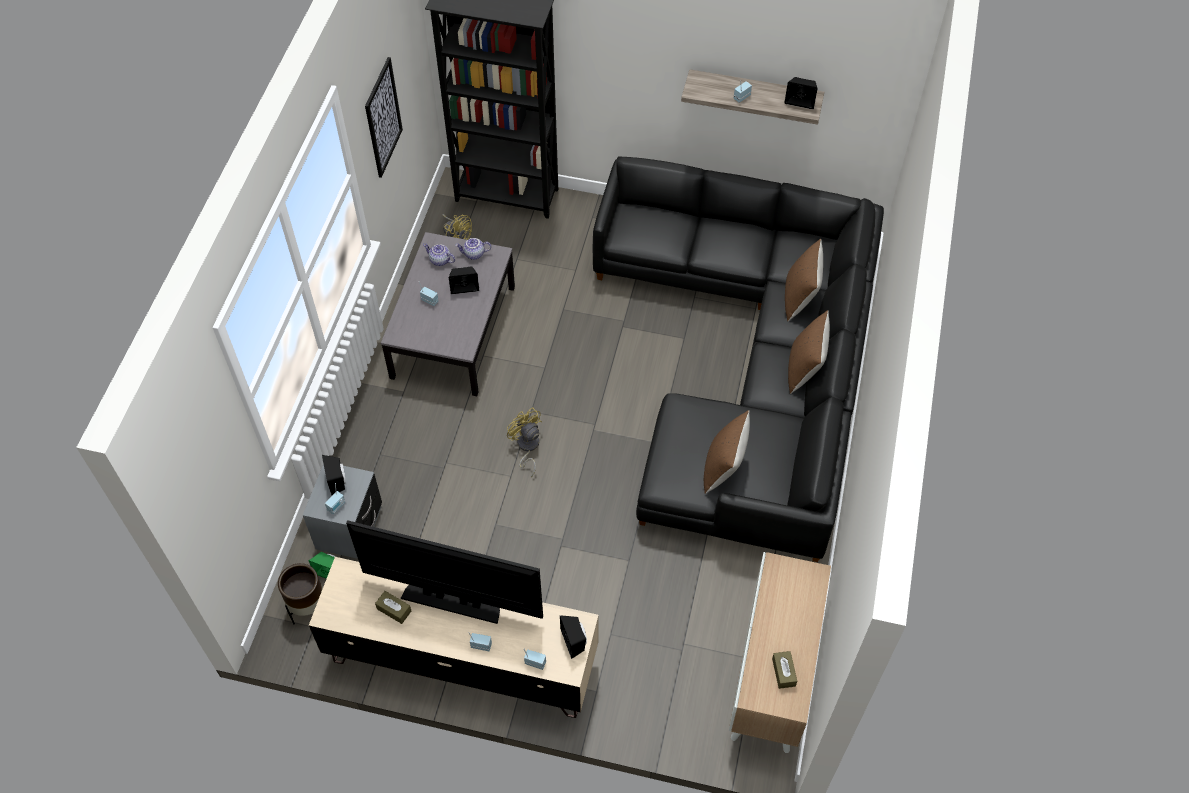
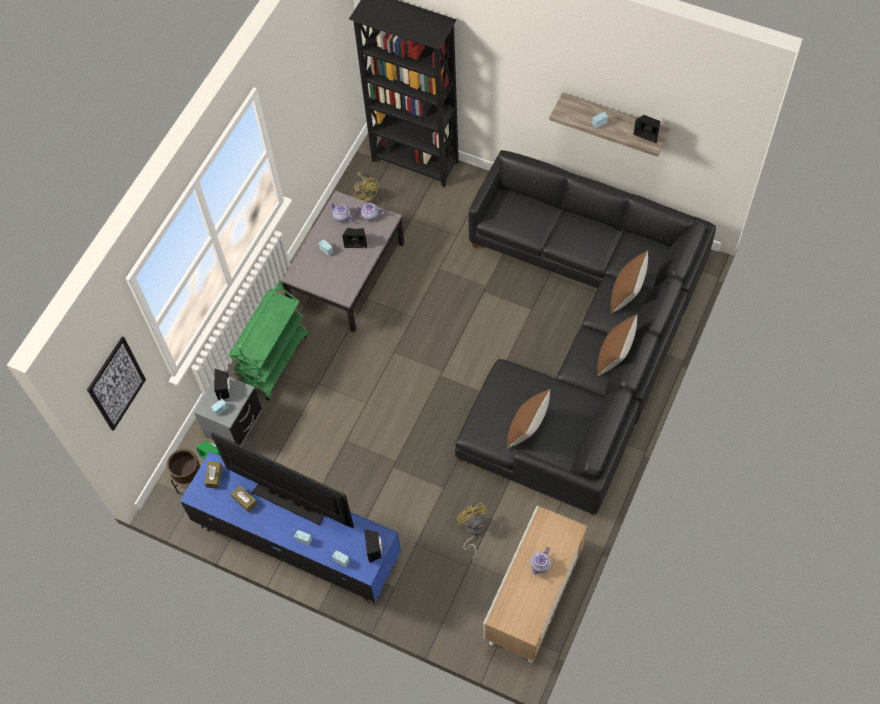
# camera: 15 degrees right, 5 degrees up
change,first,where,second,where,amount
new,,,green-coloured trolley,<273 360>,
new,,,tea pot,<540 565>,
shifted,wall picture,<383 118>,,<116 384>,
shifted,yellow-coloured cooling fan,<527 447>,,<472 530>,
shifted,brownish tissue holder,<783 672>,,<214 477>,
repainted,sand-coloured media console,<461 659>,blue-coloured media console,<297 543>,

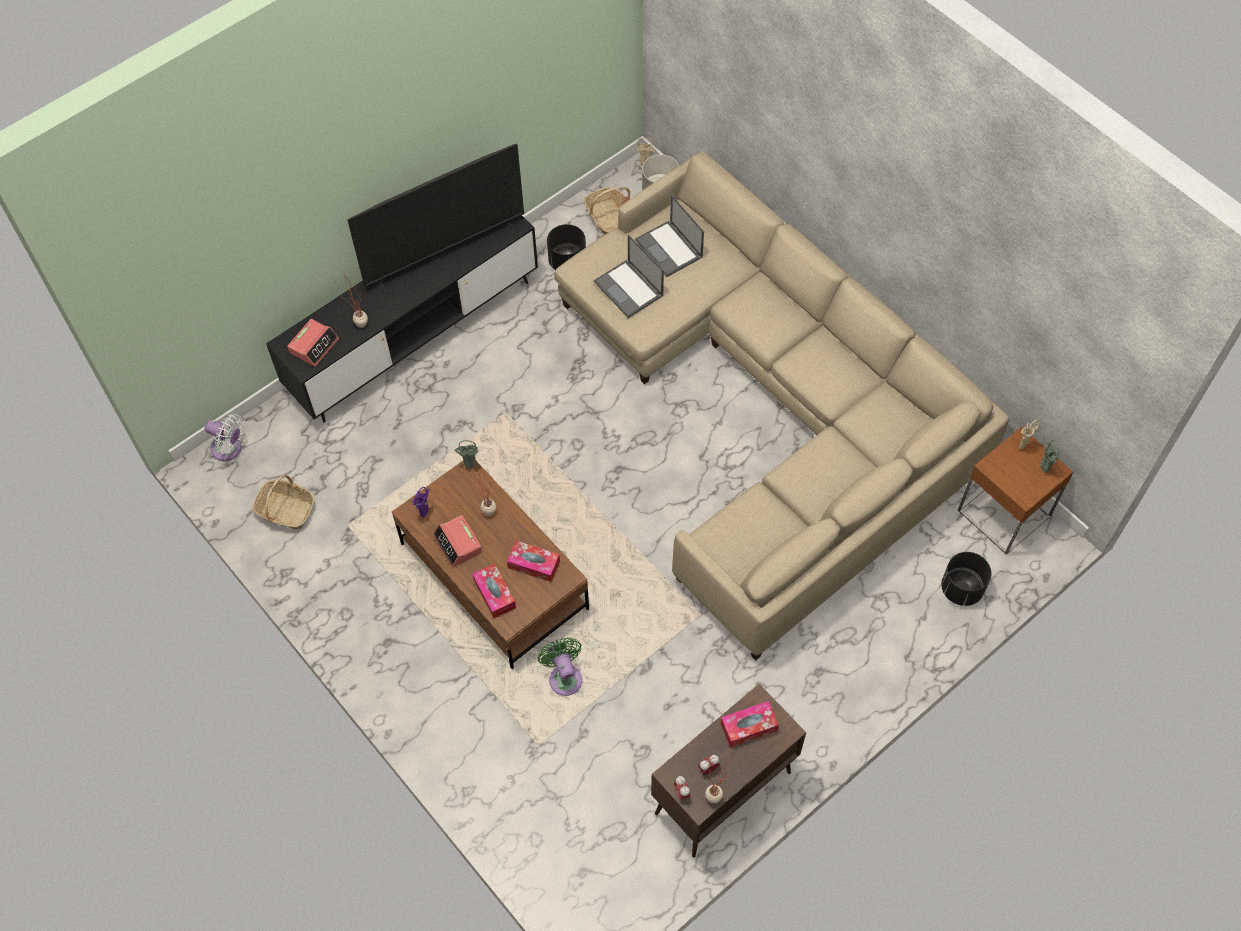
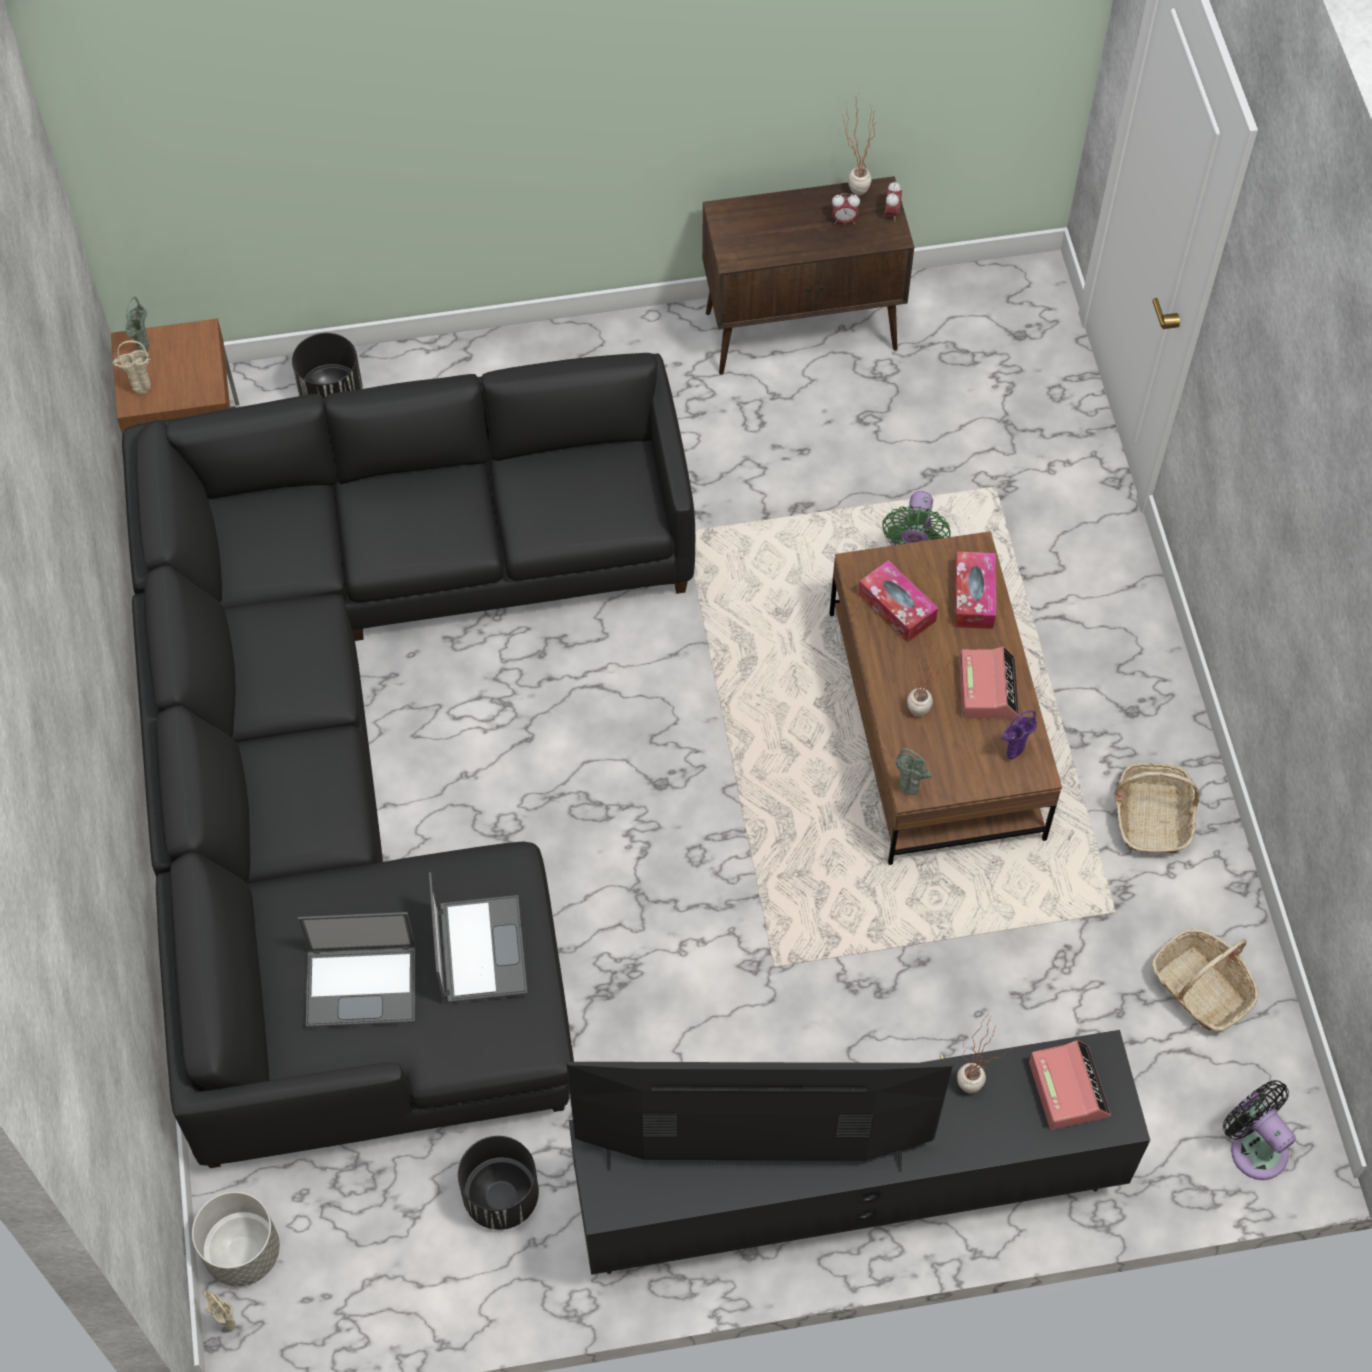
# camera: 150 degrees left, 0 degrees up
change,first,where,second,where,amount
gone,tissue holder,<748 727>,,,
shifted,storage basket,<609 217>,,<1152 817>,
repainted,white cooling fan,<229 449>,black cooling fan,<1254 1147>,
repainted,sand-coloured sofa,<771 408>,black sofa,<373 756>,
rotated,table clock,<314 346>,,<1068 1088>,105 degrees clockwise
rotated,portable computer,<669 249>,,<363 985>,90 degrees clockwise

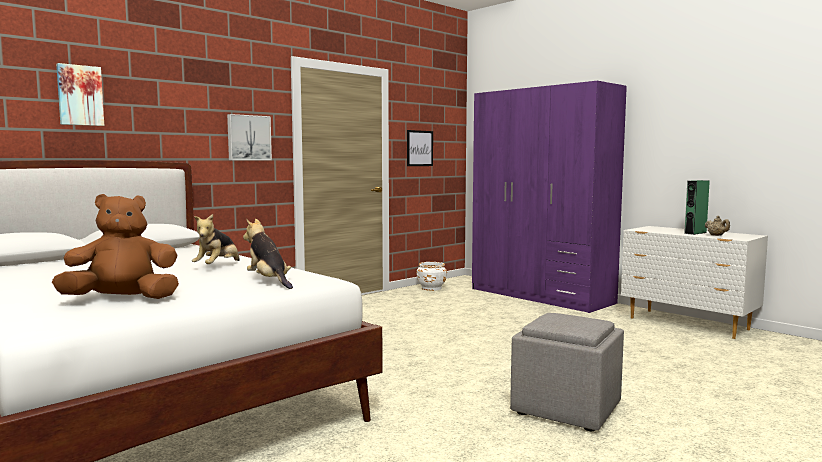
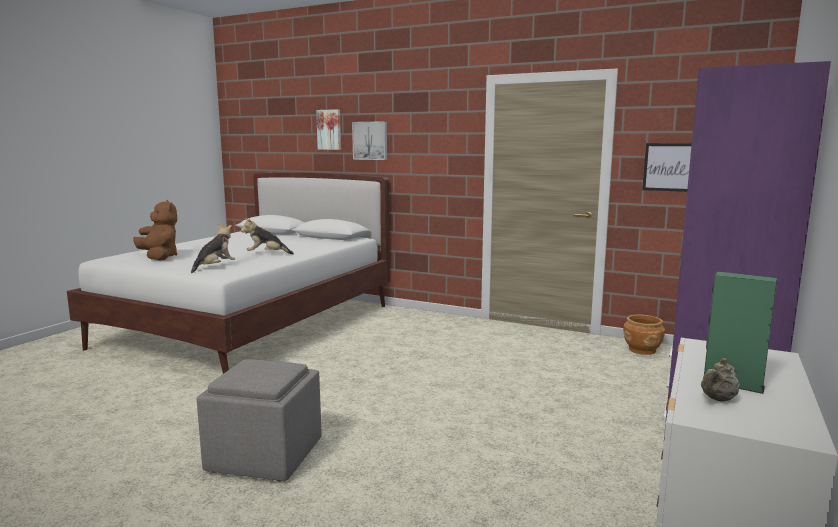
# camera: 70 degrees right, 5 degrees up
change,first,where,second,where,amount
shifted,wall picture,<248 138>,,<370 140>,
repainted,white plant pot,<431 288>,brownish plant pot,<642 350>,

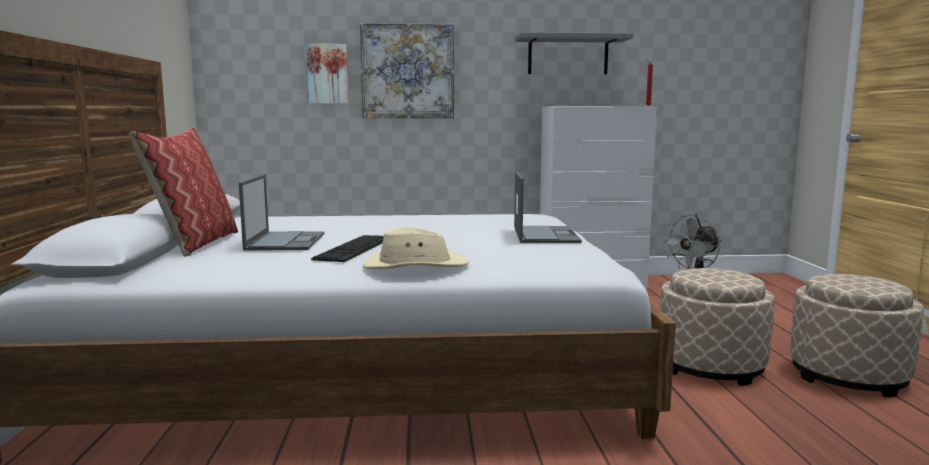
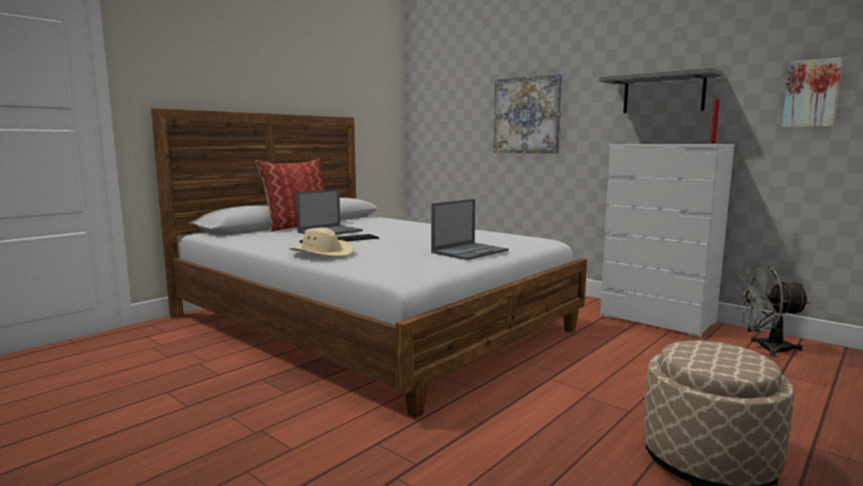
# camera: 45 degrees right, 0 degrees up
change,first,where,second,where,amount
gone,sand-coloured ottoman,<711 366>,,,
shifted,wall picture,<328 74>,,<811 93>,

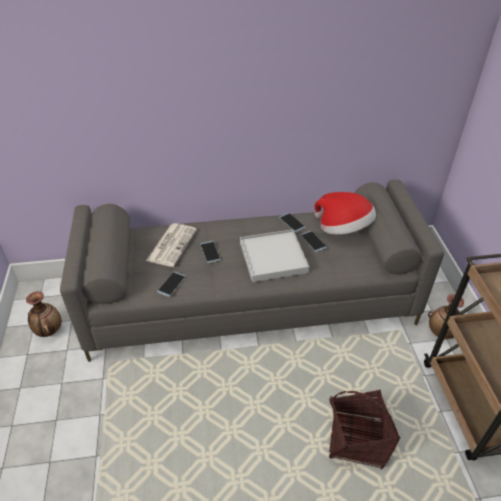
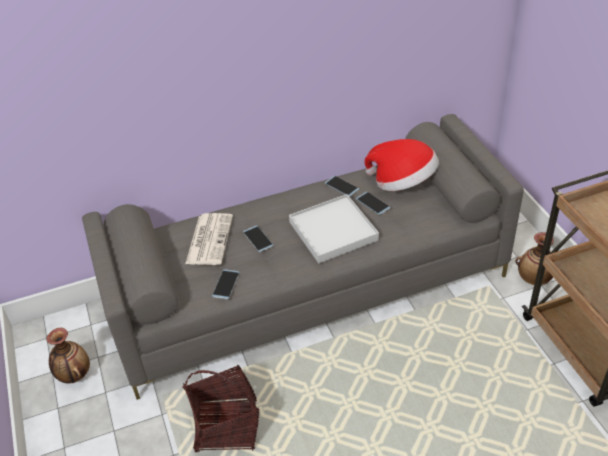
# camera: 10 degrees left, 0 degrees up
change,first,where,second,where,amount
shifted,storage basket,<357 440>,,<226 426>,

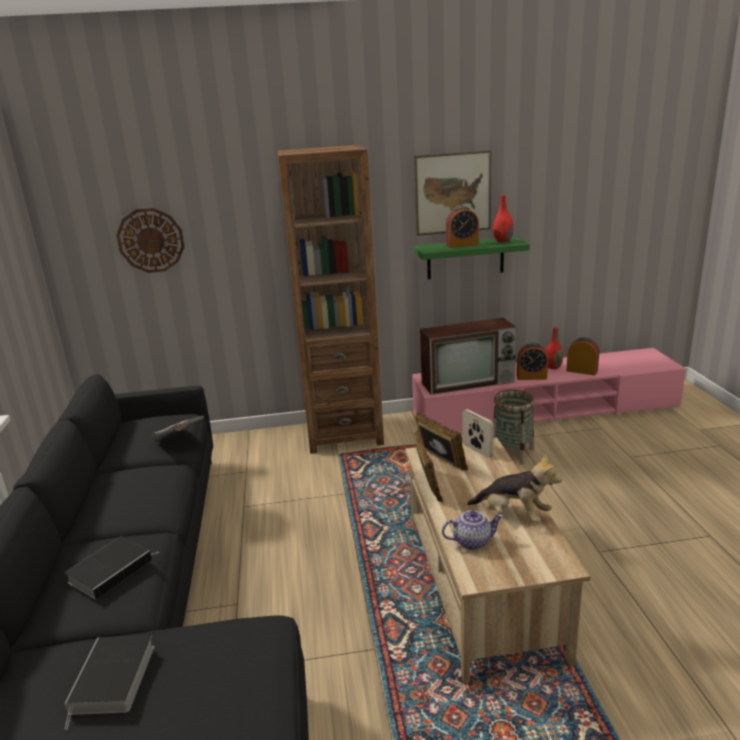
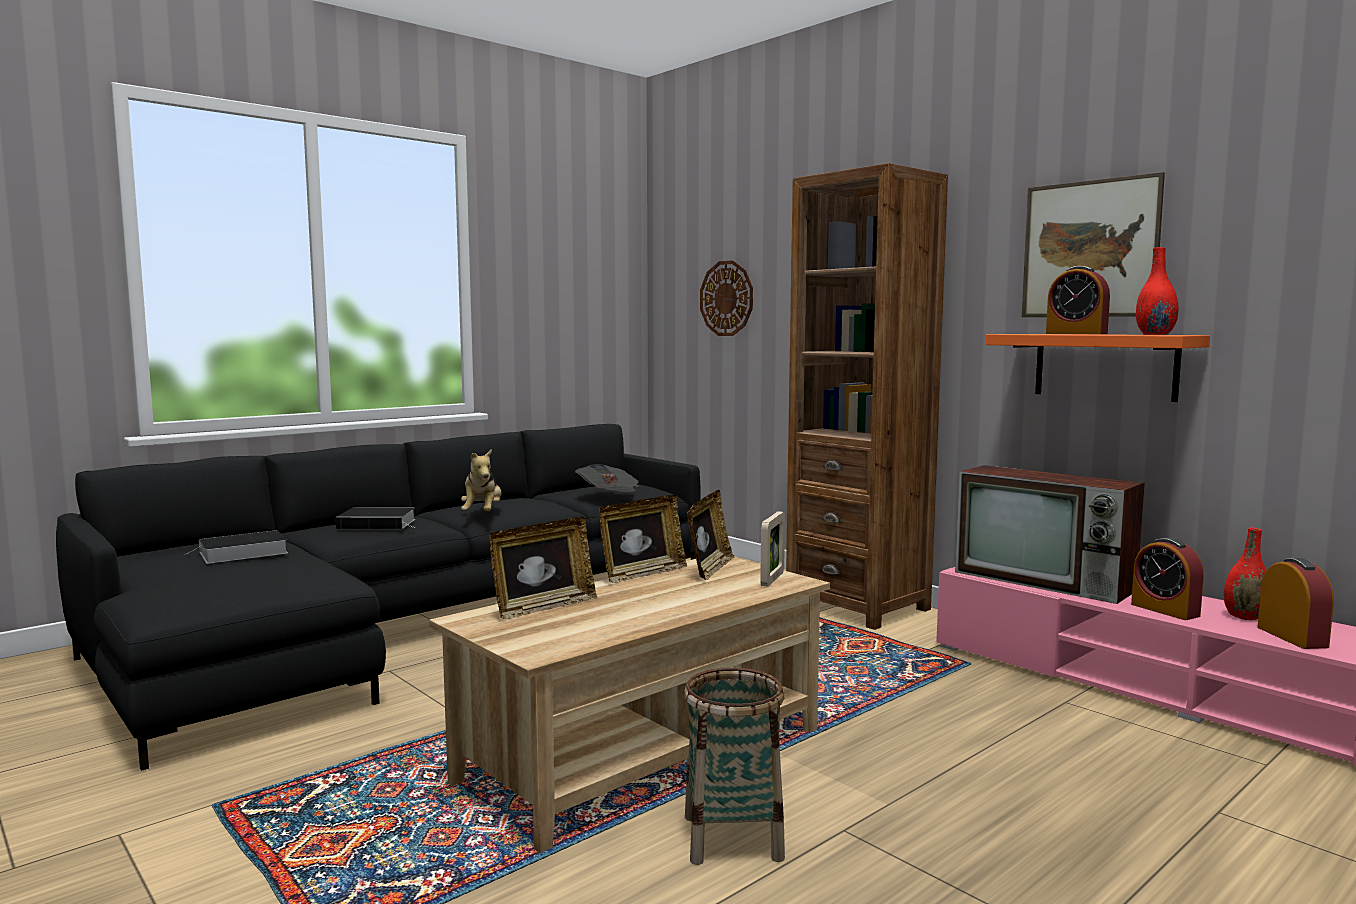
# camera: 55 degrees right, 15 degrees down
change,first,where,second,where,amount
shifted,plush toy,<513 515>,,<483 514>,
shifted,storage basket,<512 453>,,<733 837>,
swapped,tea pot,<472 541>,photo frame,<543 607>,
repainted,green-coloured shelf,<465 258>,orange-coloured shelf,<1105 366>,

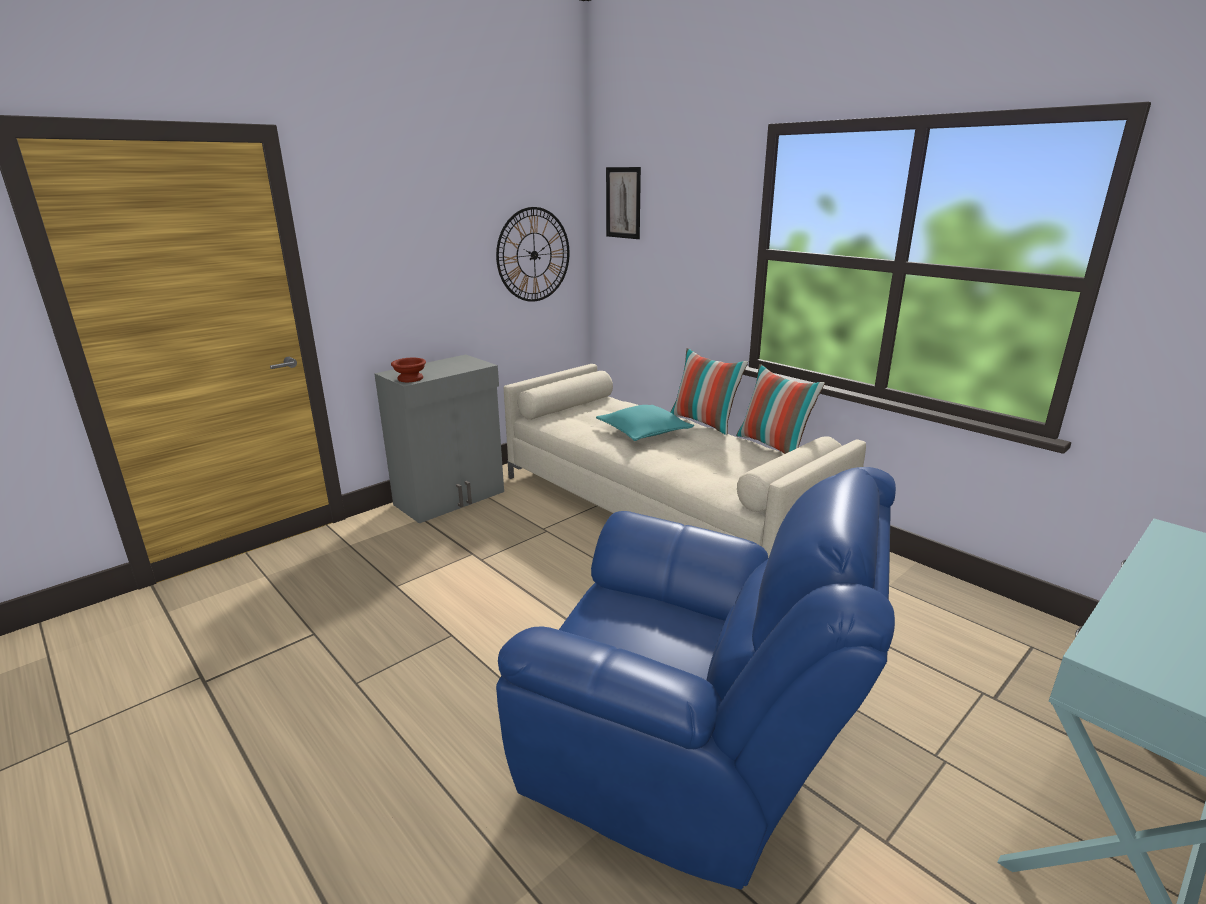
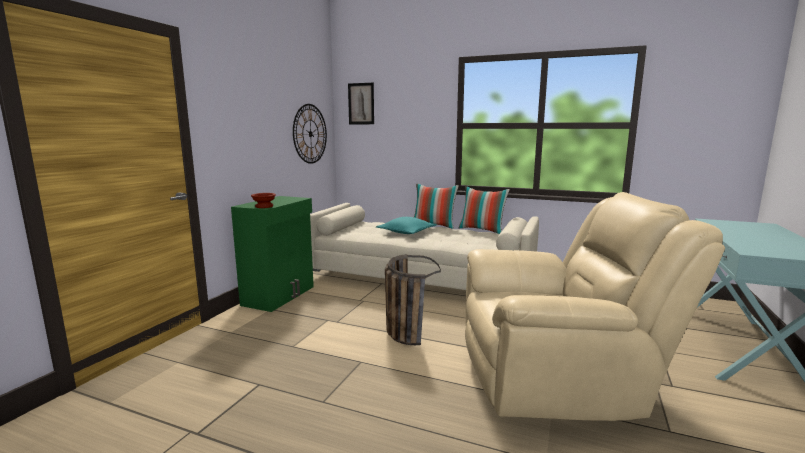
# camera: 25 degrees left, 10 degrees down
change,first,where,second,where,amount
new,,,storage basket,<403 330>,
repainted,grey cupboard,<451 498>,green-coloured cupboard,<280 296>,
repainted,blue-coloured easy chair,<691 758>,sand-coloured easy chair,<557 380>,

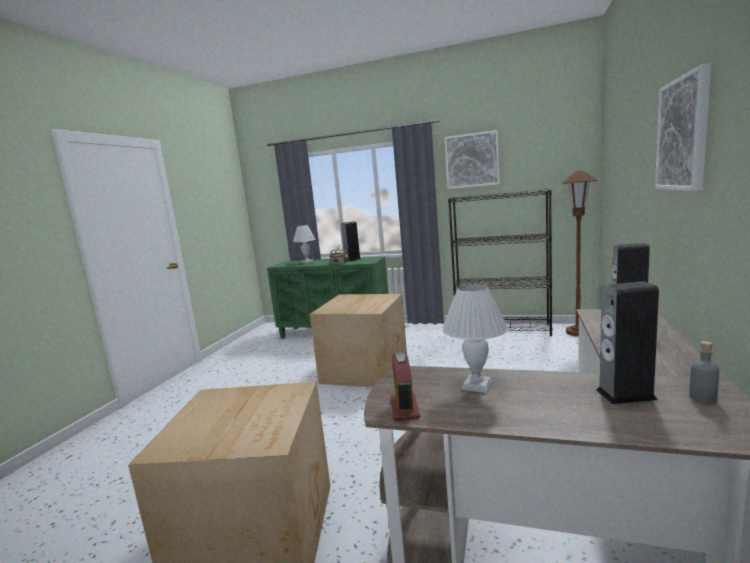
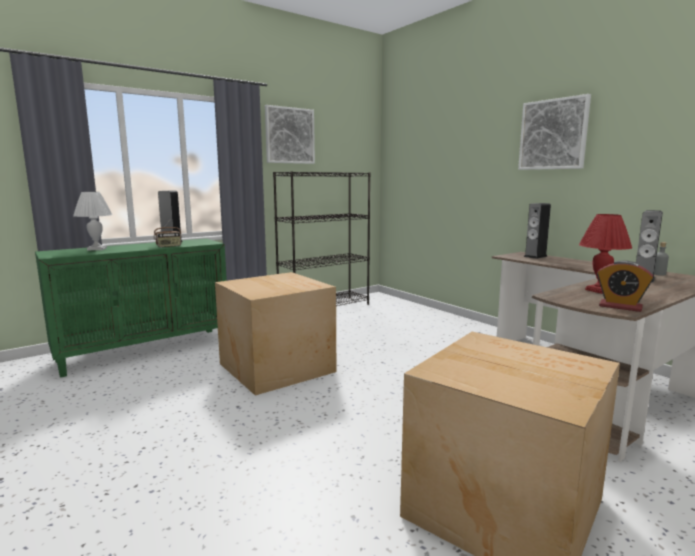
# camera: 55 degrees left, 0 degrees up
change,first,where,second,where,amount
gone,brownish standing lamp,<578 332>,,,
repainted,white tabletop lamp,<477 386>,red tabletop lamp,<600 290>,

